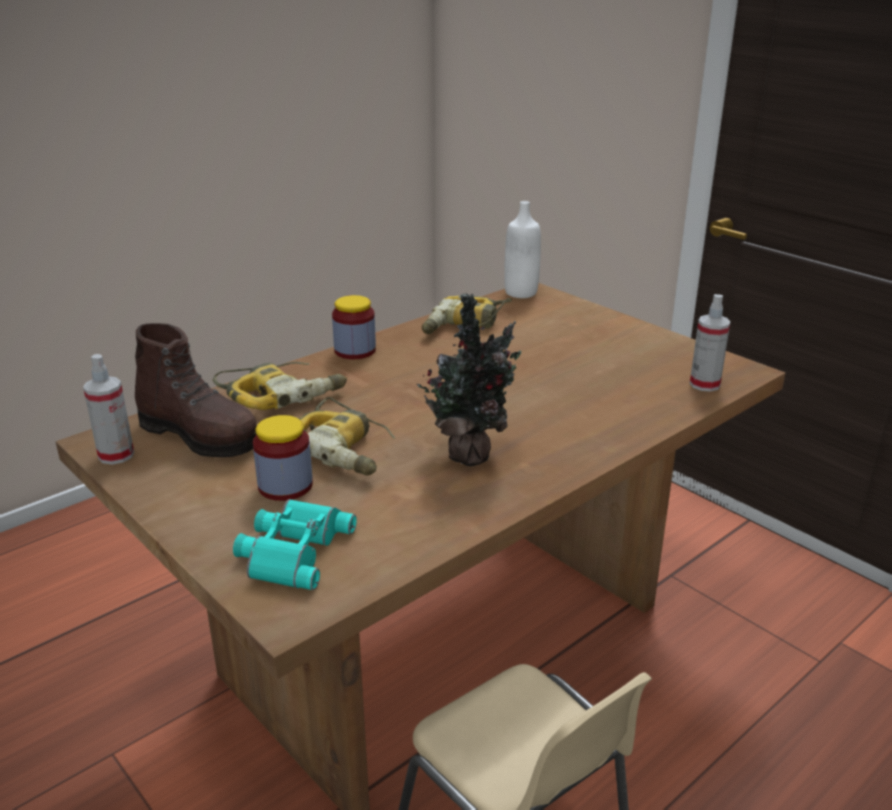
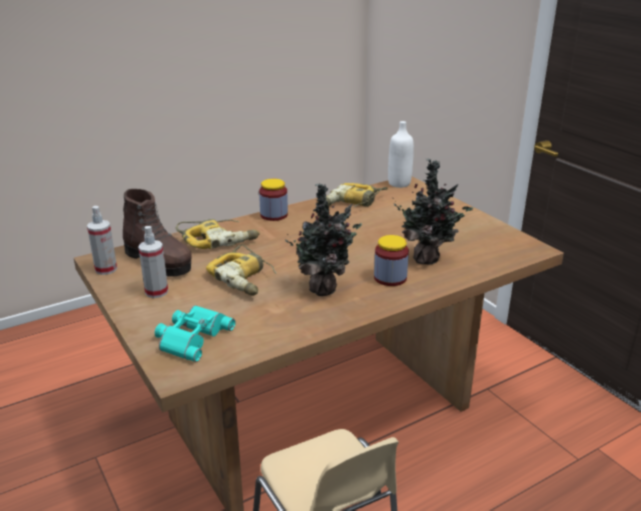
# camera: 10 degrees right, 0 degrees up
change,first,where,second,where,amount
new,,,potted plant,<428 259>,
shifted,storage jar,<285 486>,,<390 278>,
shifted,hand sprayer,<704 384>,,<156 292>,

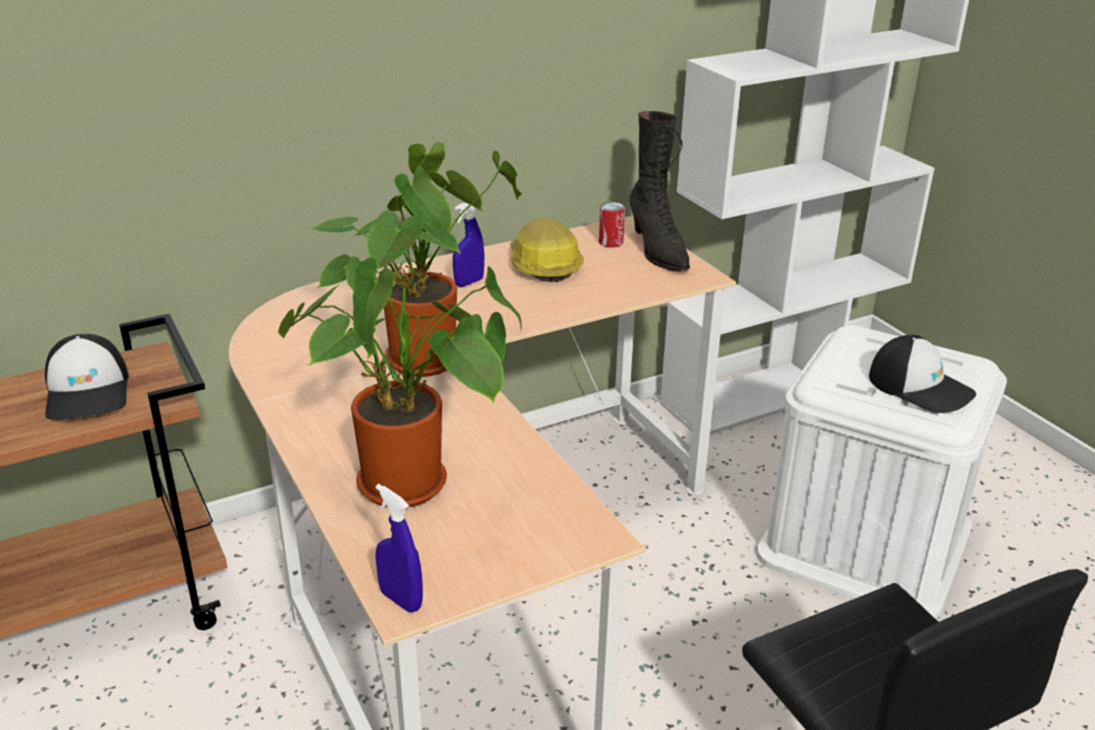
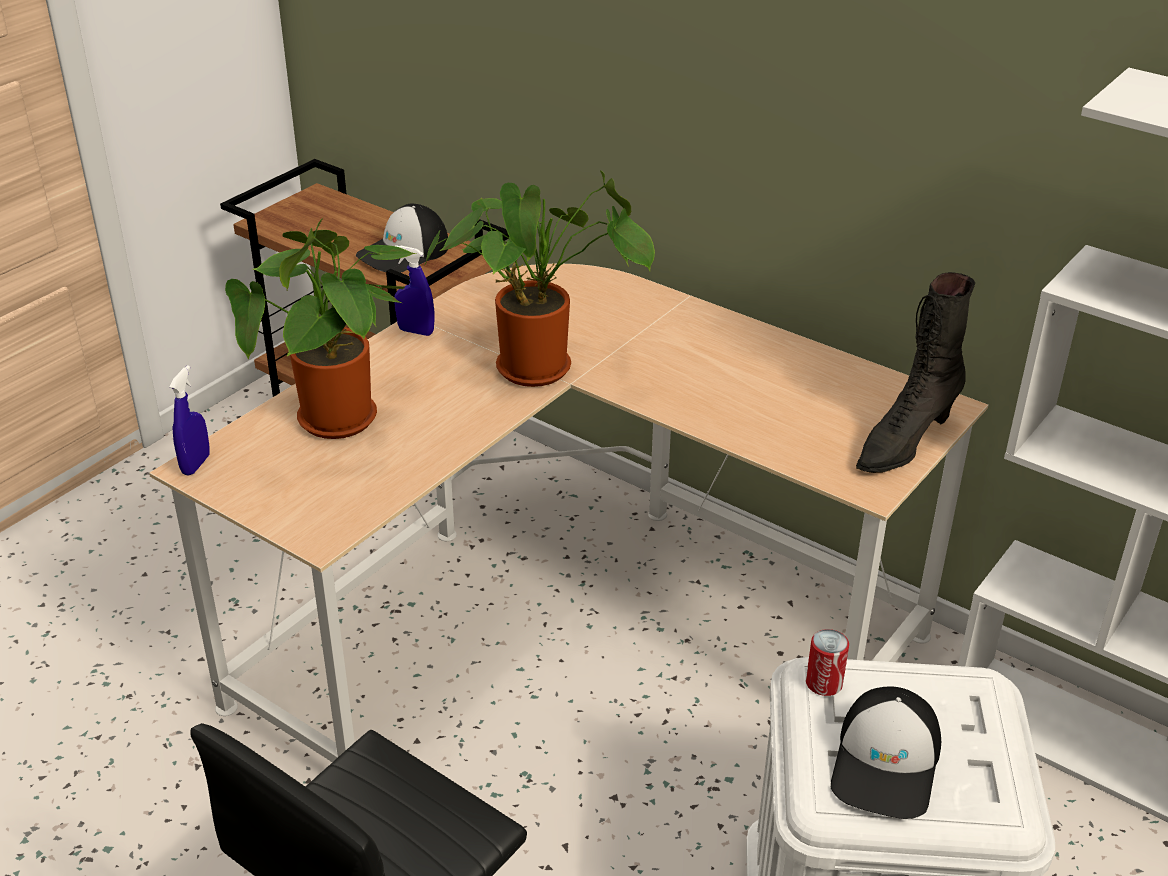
# camera: 65 degrees right, 5 degrees up
change,first,where,second,where,amount
gone,work helmet,<543 265>,,,
shifted,blue-coloured hand sprayer,<469 282>,,<416 331>,
shifted,sealed can,<610 242>,,<824 683>,

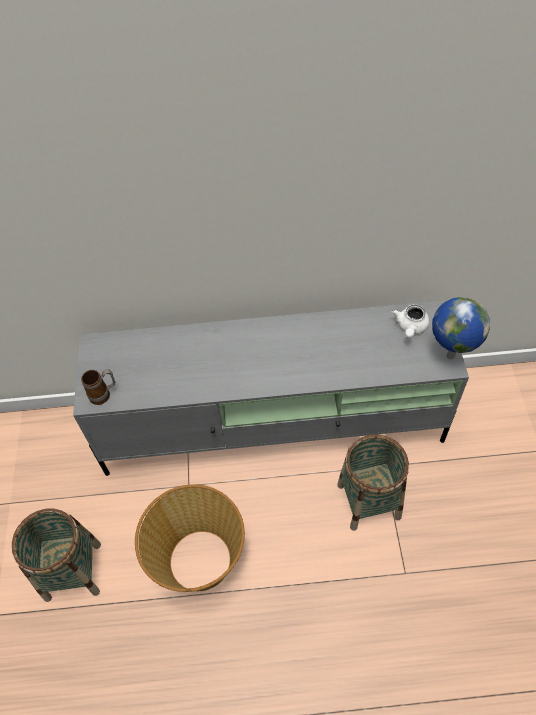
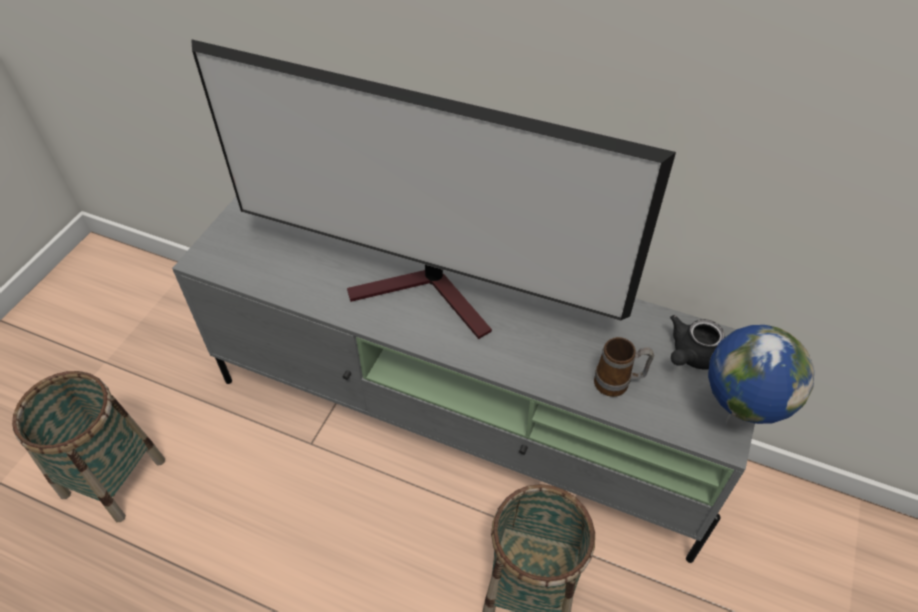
# camera: 25 degrees right, 5 degrees down
change,first,where,second,where,amount
gone,storage basket,<199 560>,,,
new,,,TV set,<431 295>,
shifted,mug,<104 394>,,<618 383>,
repainted,white tea pot,<410 327>,black tea pot,<692 355>,

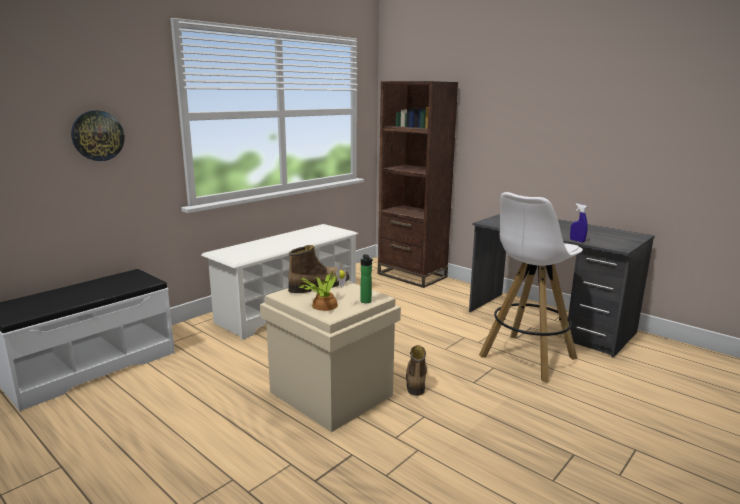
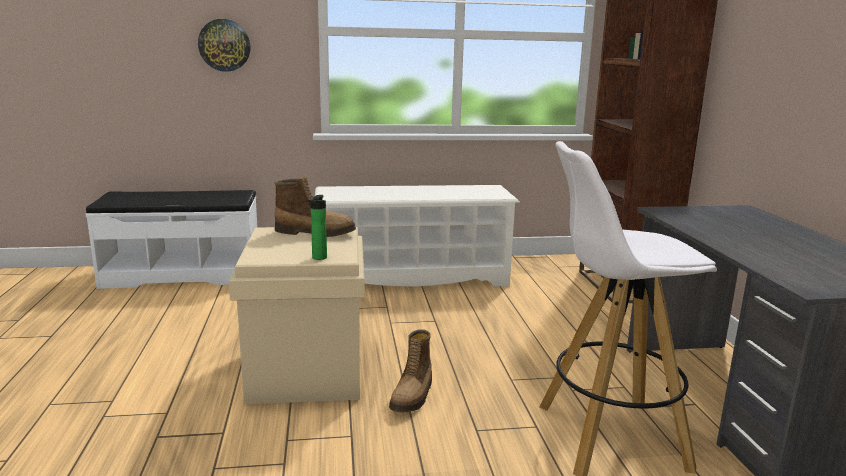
# camera: 40 degrees right, 0 degrees up
change,first,where,second,where,amount
gone,potted plant,<324 305>,,,
gone,blue-coloured hand sprayer,<577 241>,,,
rotated,boot,<415 380>,,<413 396>,150 degrees clockwise

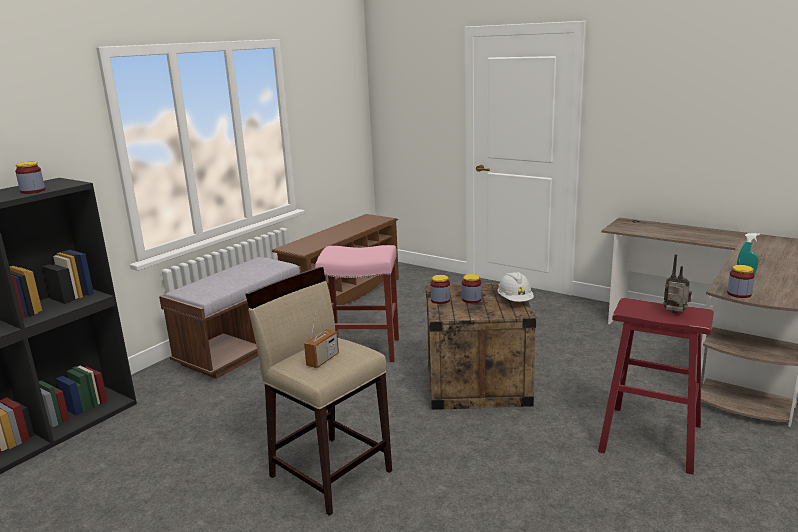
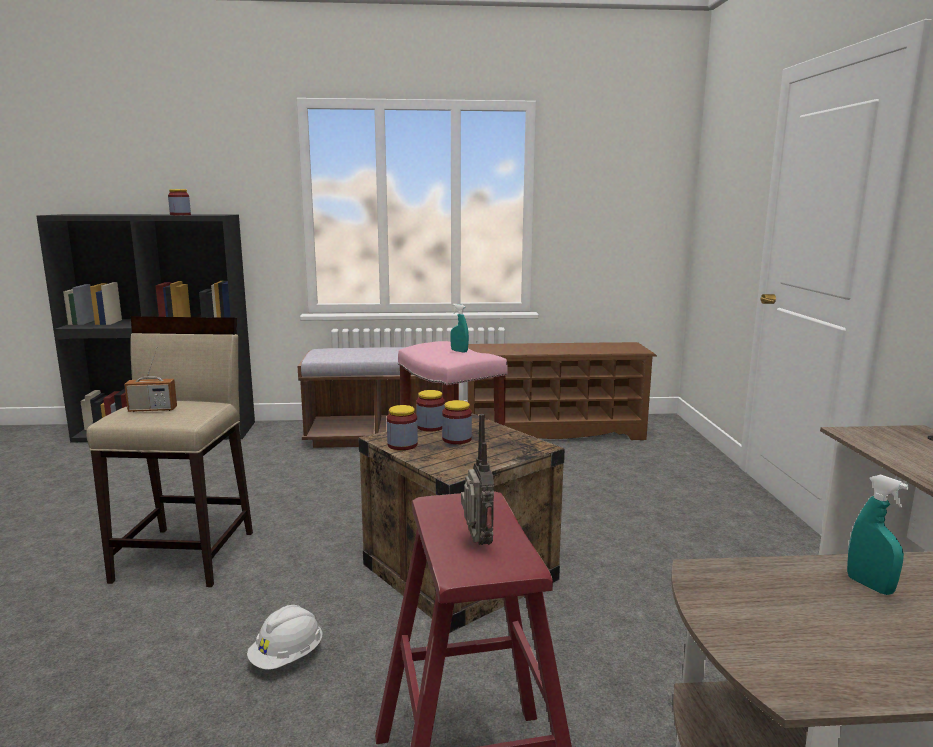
# camera: 50 degrees right, 5 degrees down
change,first,where,second,where,amount
new,,,blue-green hand sprayer,<459 351>,
shifted,white work helmet,<515 300>,,<287 657>,
shifted,storage jar,<739 294>,,<402 445>,

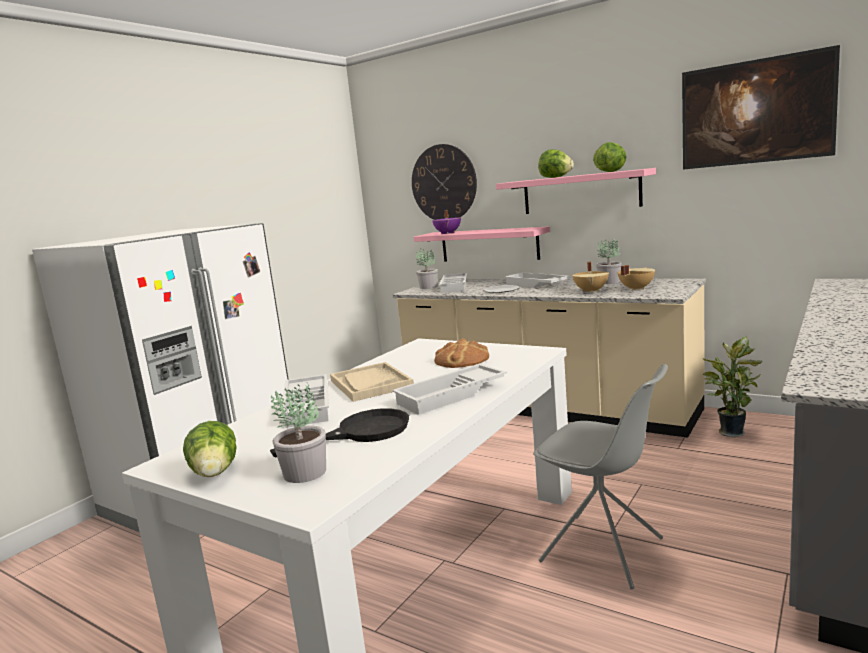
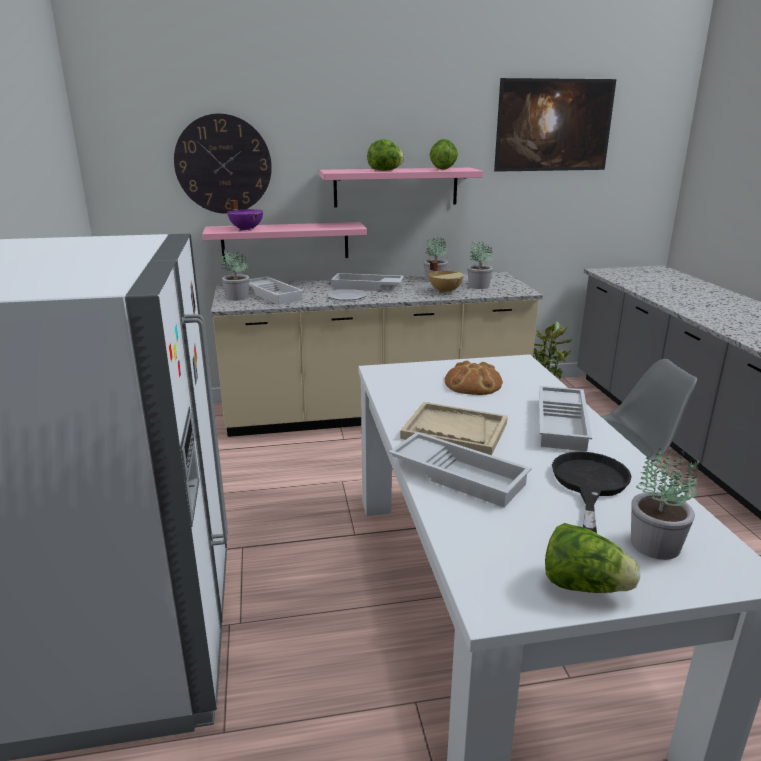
# camera: 45 degrees left, 10 degrees up
change,first,where,second,where,amount
swapped,sand-coloured saucepot,<635 289>,potted plant,<478 286>,

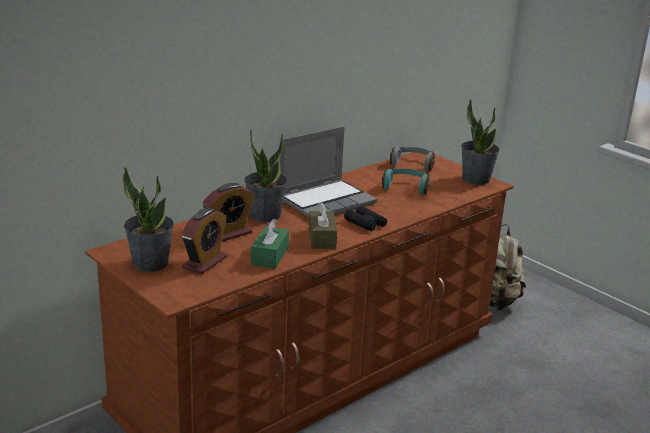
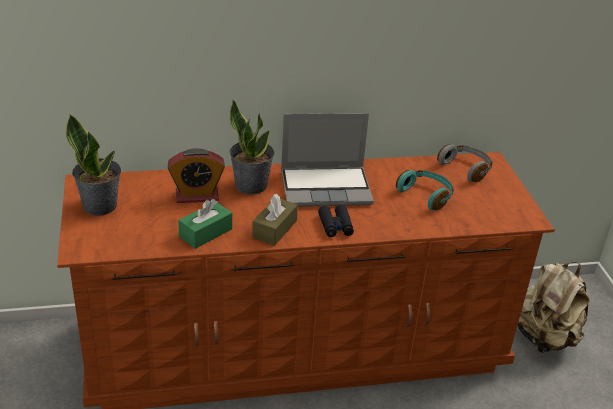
# camera: 30 degrees right, 10 degrees up
change,first,where,second,where,amount
gone,table clock,<205 262>,,,
gone,potted plant,<476 179>,,,

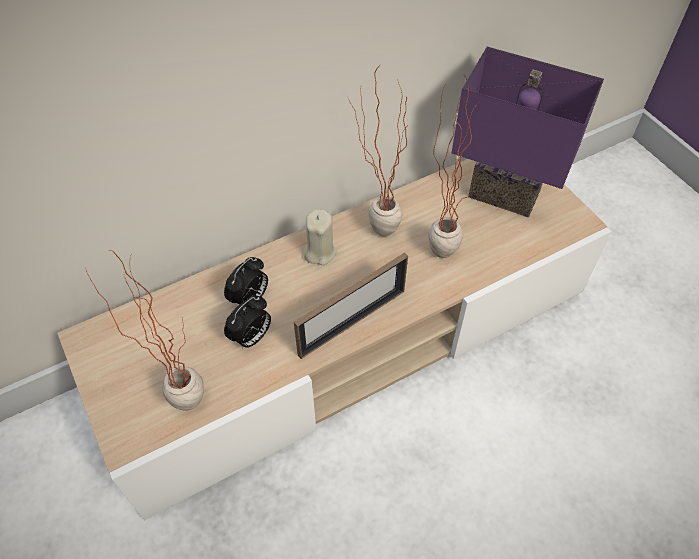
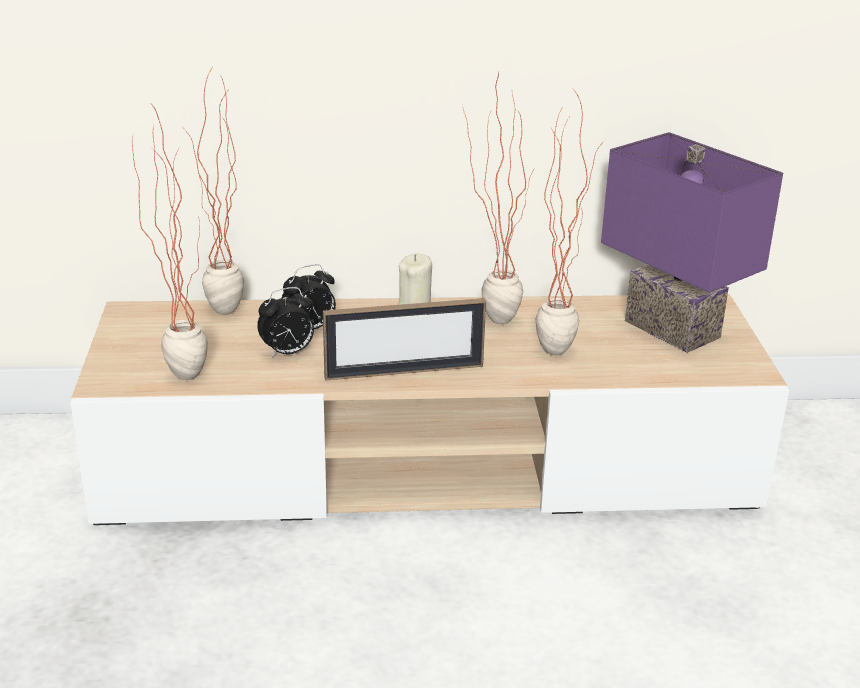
# camera: 25 degrees right, 25 degrees down
change,first,where,second,where,amount
new,,,potted plant,<222 317>,

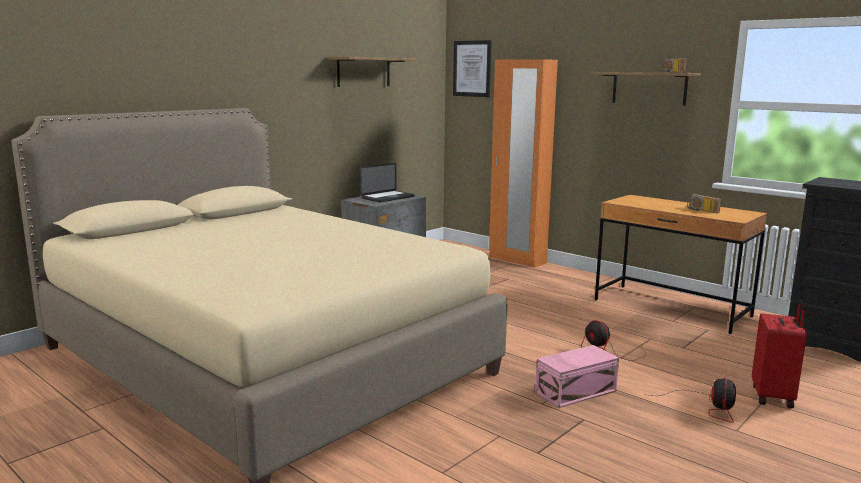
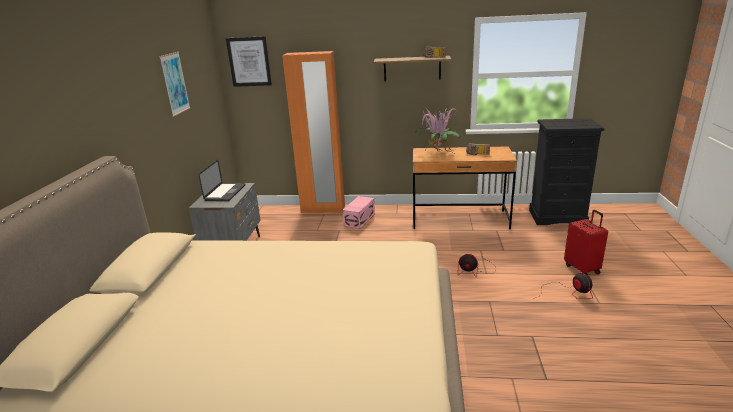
# camera: 35 degrees left, 10 degrees up
change,first,where,second,where,amount
new,,,potted plant,<437 152>,
shifted,pinkish storage container,<574 391>,,<358 220>,
swapped,shelf,<363 72>,wall picture,<175 83>,

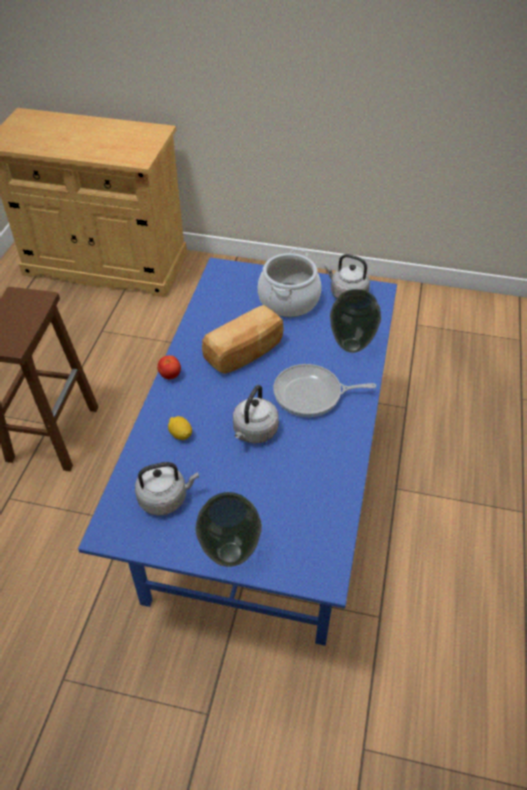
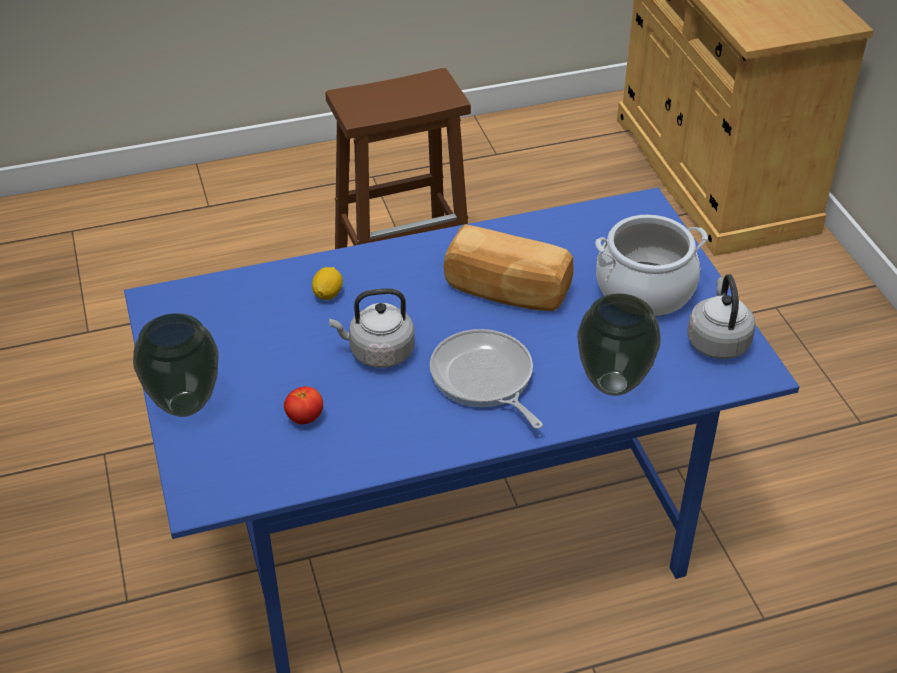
# camera: 60 degrees right, 5 degrees down
change,first,where,second,where,amount
gone,grey kettle,<165 498>,,,
shifted,tomato,<170 375>,,<305 418>,

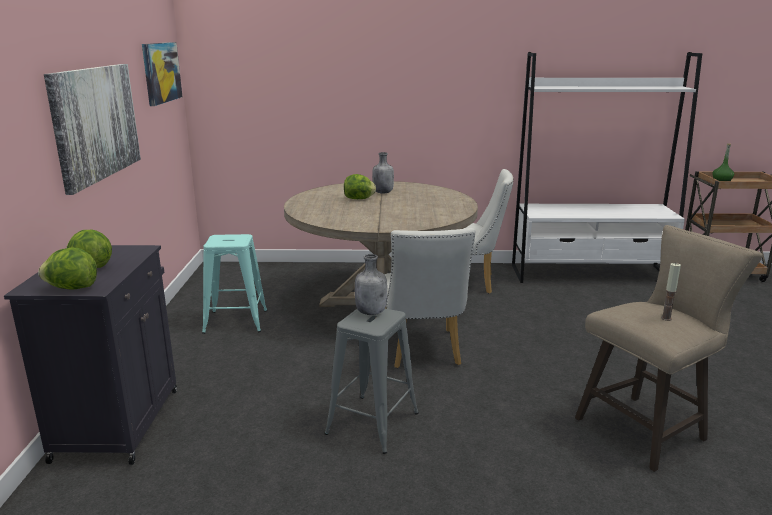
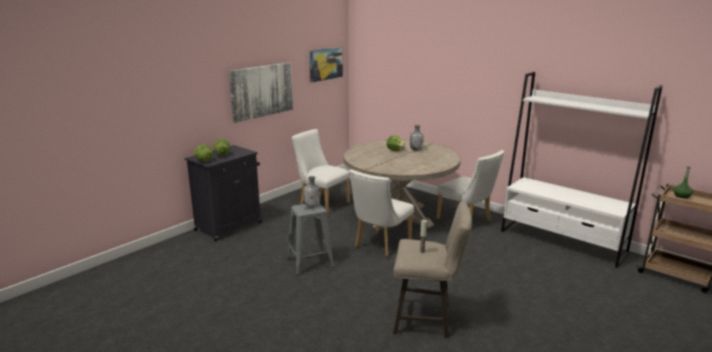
# camera: 40 degrees right, 0 degrees up
change,first,where,second,where,amount
swapped,blue-green stool seat,<235 321>,white chair,<321 202>,

